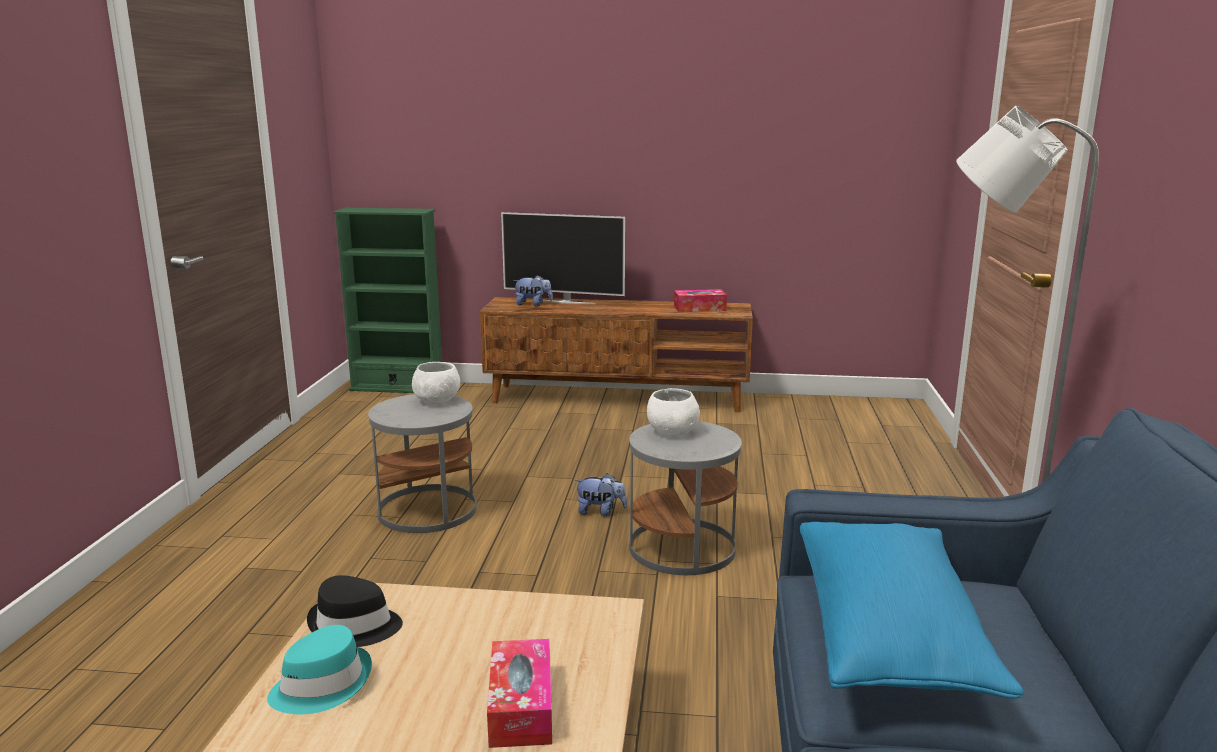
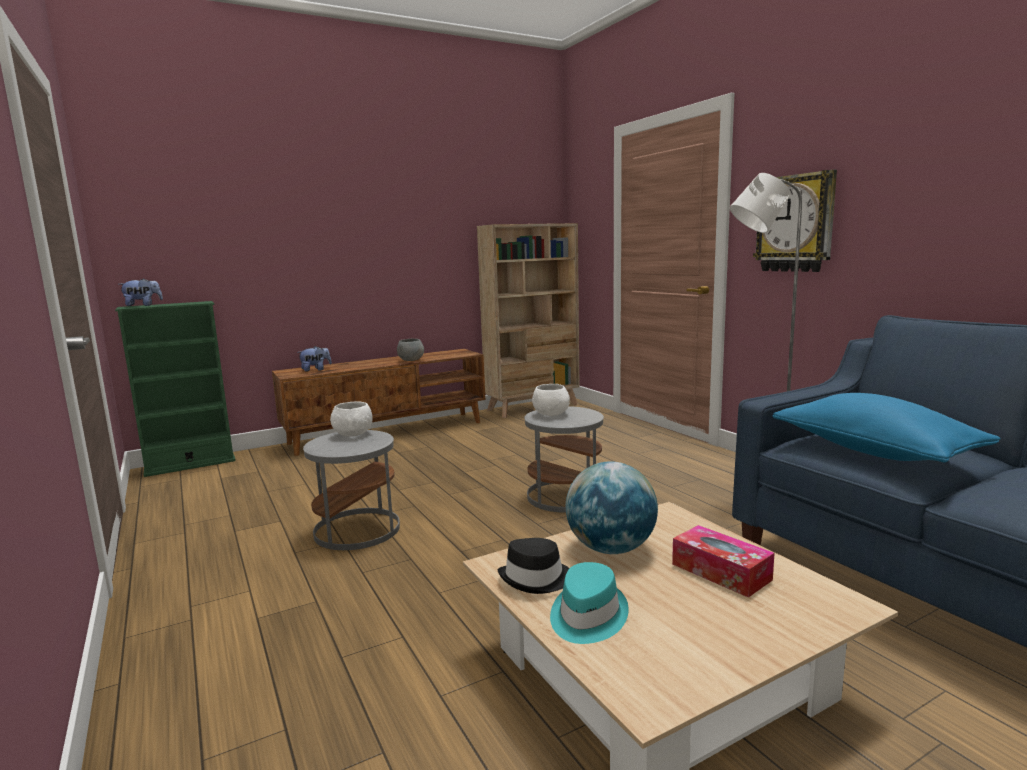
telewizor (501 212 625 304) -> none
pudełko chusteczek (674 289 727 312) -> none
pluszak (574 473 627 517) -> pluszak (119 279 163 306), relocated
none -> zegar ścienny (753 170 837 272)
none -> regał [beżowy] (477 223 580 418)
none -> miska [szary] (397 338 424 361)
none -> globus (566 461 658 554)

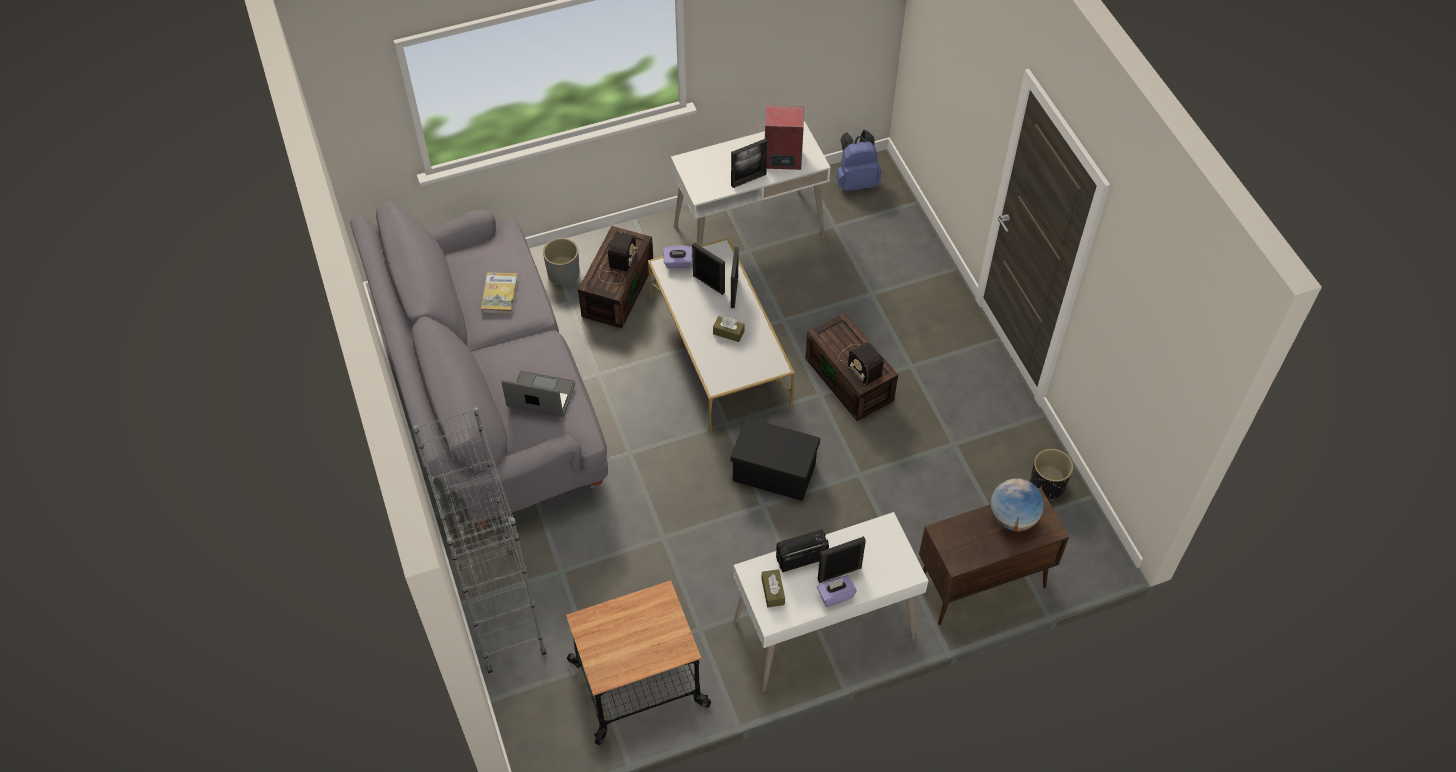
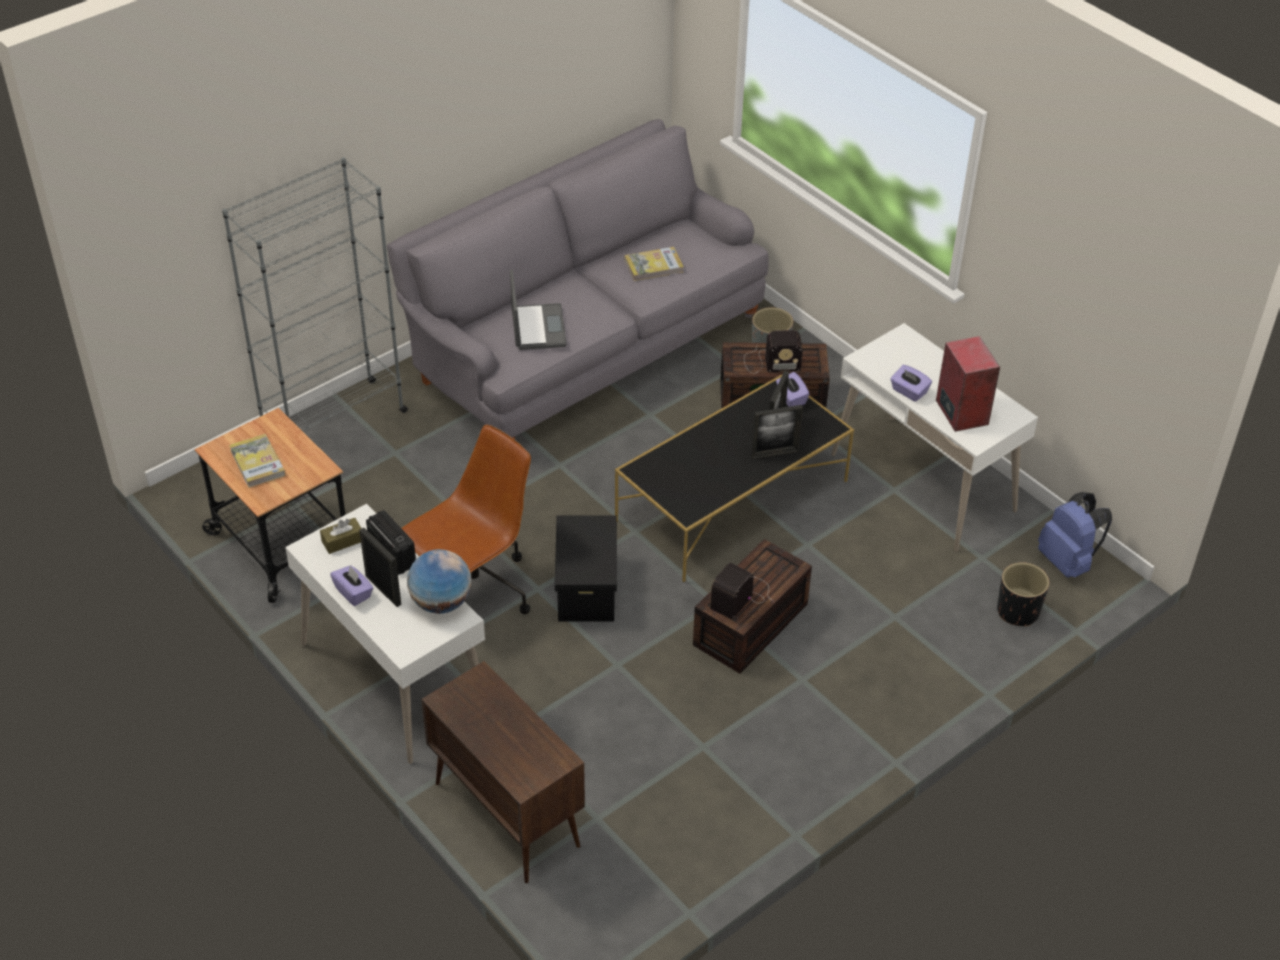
ramka na zdjęcie (731 138 767 188) -> pudełko chusteczek [fioletowy] (890 365 932 402)
ława [biały] (648 238 795 433) -> ława [czarny] (615 374 854 582)
pudełko chusteczek [brązowy] (713 316 745 342) -> none
donica [czarny] (1030 449 1073 500) -> donica [czarny] (997 562 1049 626), relocated
globus (990 478 1044 531) -> globus (407 549 472 614), relocated
none -> krzesło biurowe [brązowy] (401 424 531 614)
none -> książka (229 434 286 488)

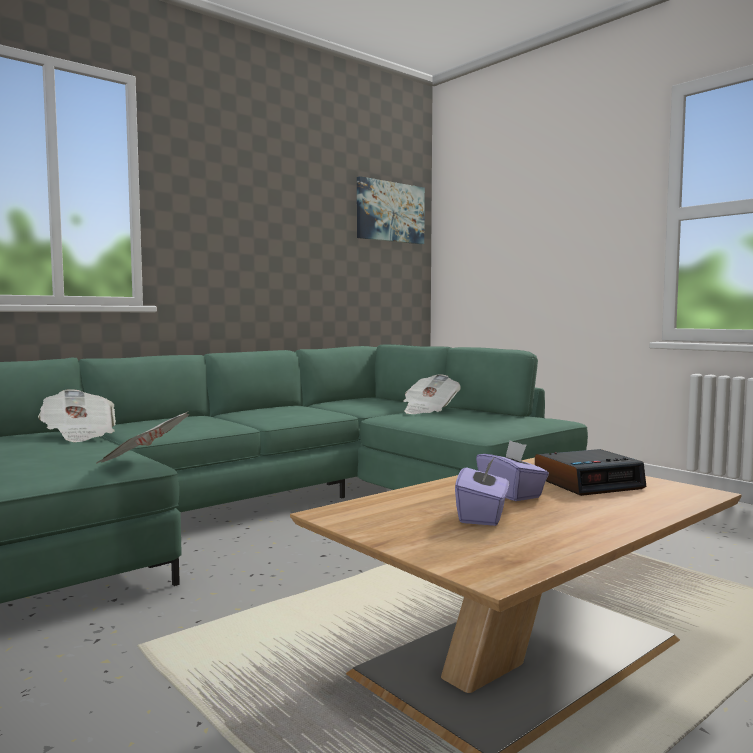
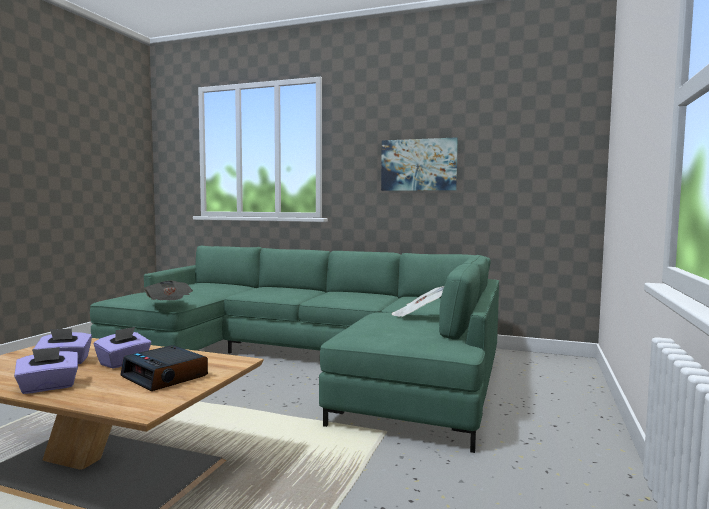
obraz (357 176 425 244) -> obraz (381 137 458 191), relocated
gazeta (38 389 116 442) -> none
none -> pudełko chusteczek [fioletowy] (14 347 78 394)

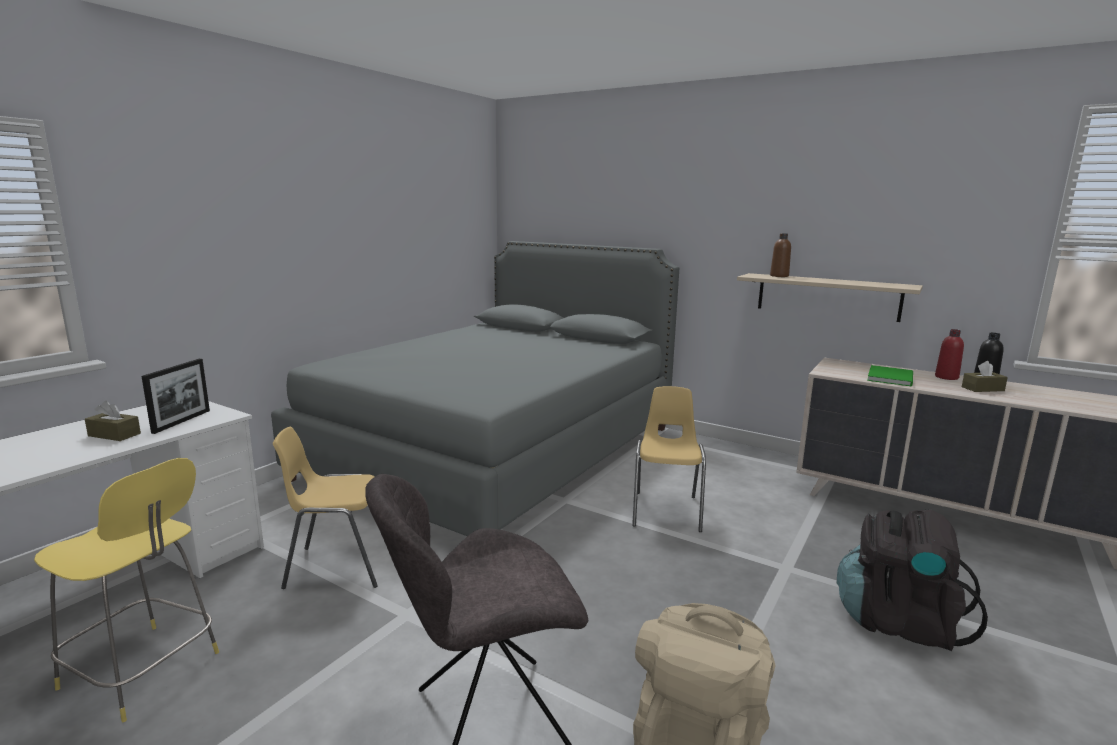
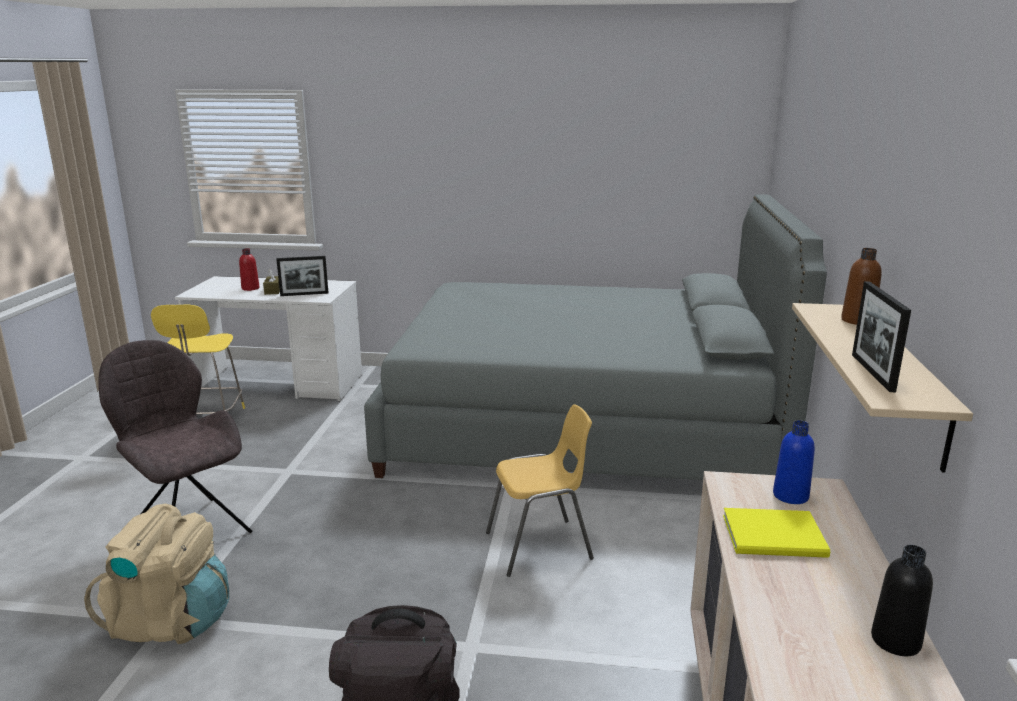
butelka [czerwony] (935 329 964 380) -> butelka [czerwony] (239 248 260 291), relocated
pudełko chusteczek [brązowy] (962 361 1008 392) -> none
książka [zielony] (867 365 913 386) -> książka [żółty] (723 508 830 558)
krzesło [żółty] (273 427 378 589) -> none
none -> ramka na zdjęcie (852 281 911 392)
none -> butelka [niebieski] (773 420 815 504)

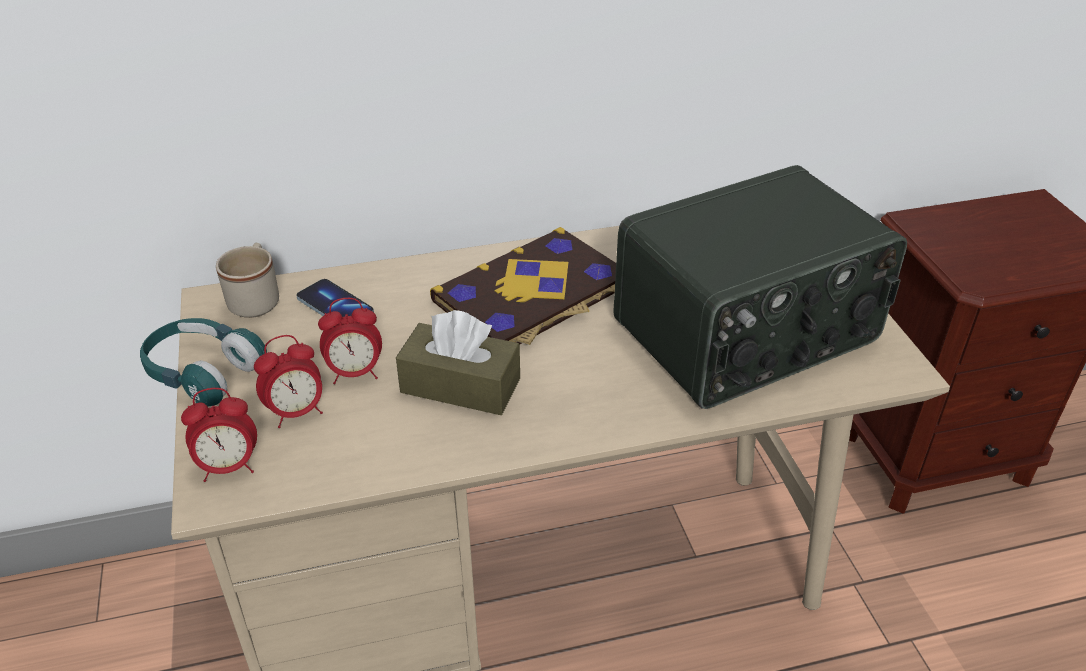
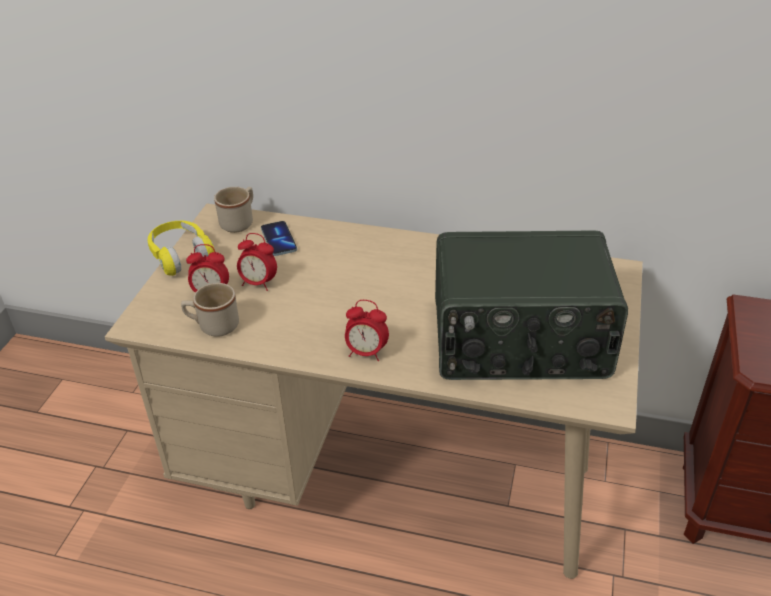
książka (430 227 616 345) -> none
pudełko chusteczek [brązowy] (396 310 520 415) -> none
słuchawki [turkusowy] (140 318 267 407) -> słuchawki [żółty] (147 221 215 276)
budzik (181 388 257 482) -> budzik (345 300 389 361), relocated
none -> kubek [beżowy] (181 283 239 337)

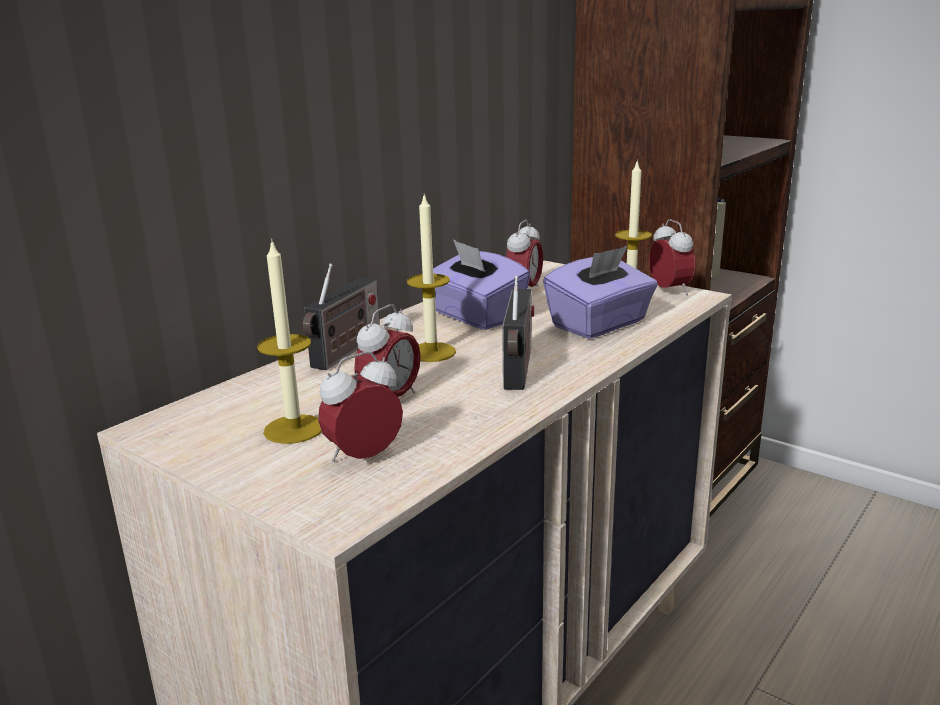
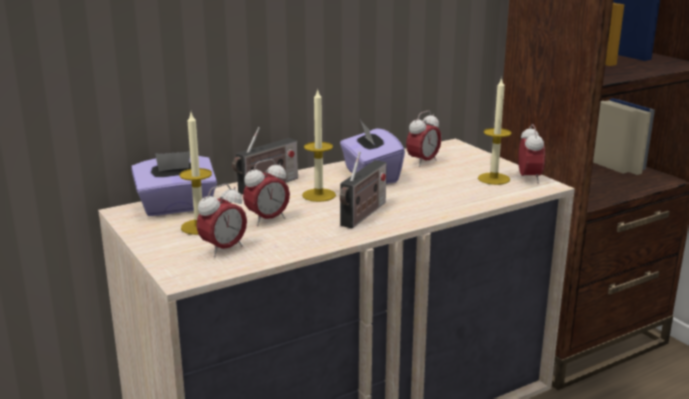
pudełko chusteczek [fioletowy] (543 246 658 339) -> pudełko chusteczek [fioletowy] (131 151 217 216), relocated
budzik (318 352 403 462) -> budzik (196 184 247 257), 150 degrees clockwise

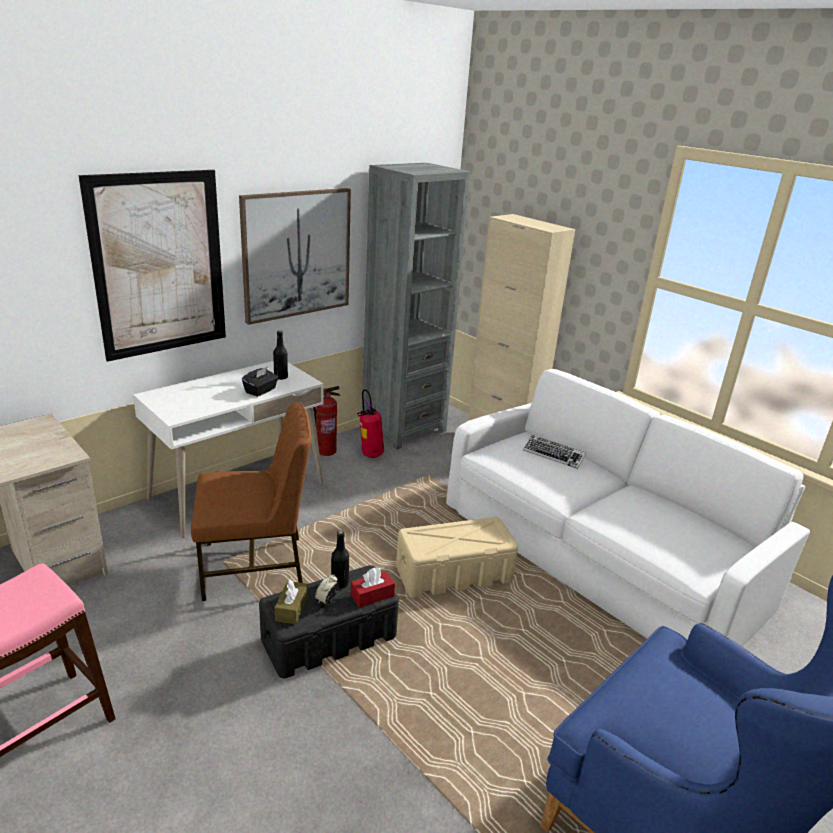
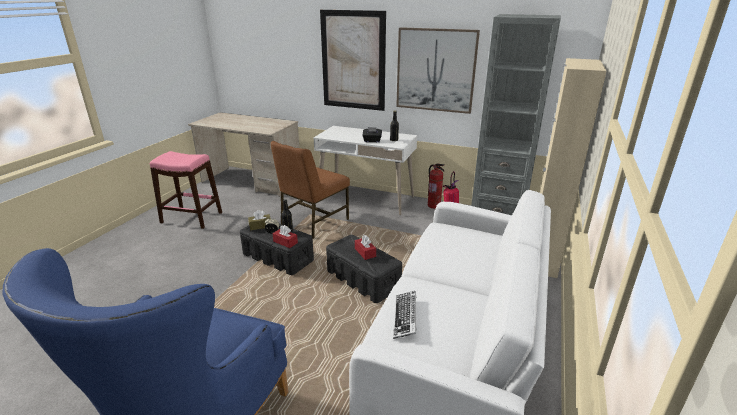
krzesło [brązowy] (191 402 312 601) -> krzesło [brązowy] (271 141 350 239), 75 degrees clockwise
klawiatura (523 435 586 469) -> klawiatura (393 291 417 339), relocated
pojemnik do przechowywania [beżowy] (396 517 518 598) -> pojemnik do przechowywania [czarny] (326 235 402 303)
none -> pudełko chusteczek [czerwony] (355 235 376 260)

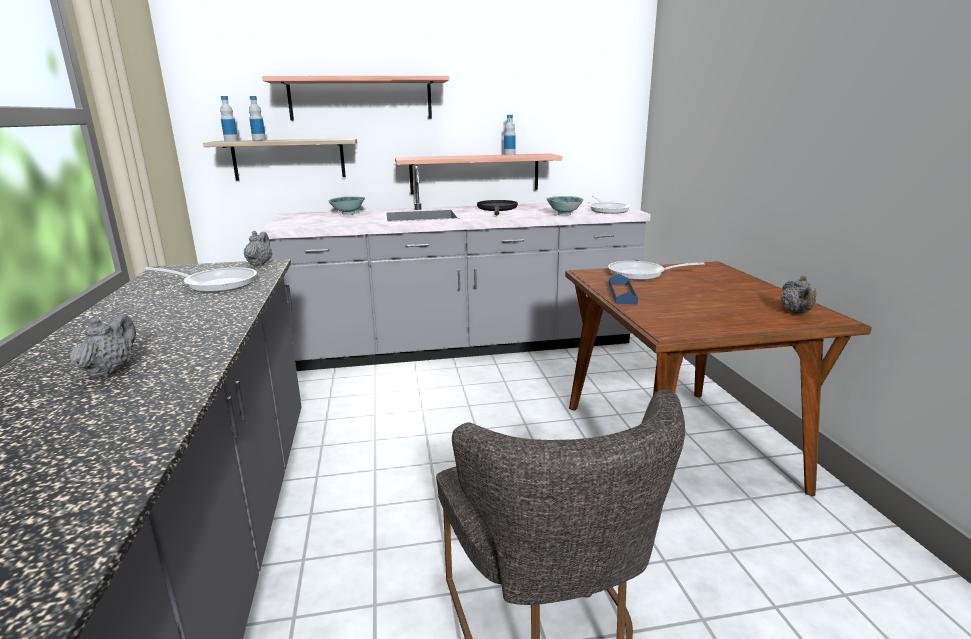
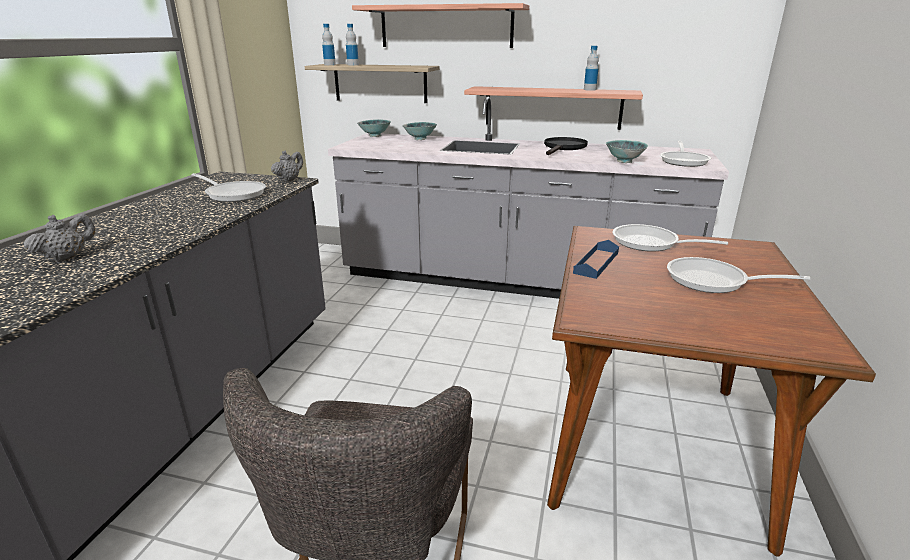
imbryk [szary] (781 275 817 314) -> none
none -> miska (357 119 391 137)
none -> patelnia (667 257 810 293)

